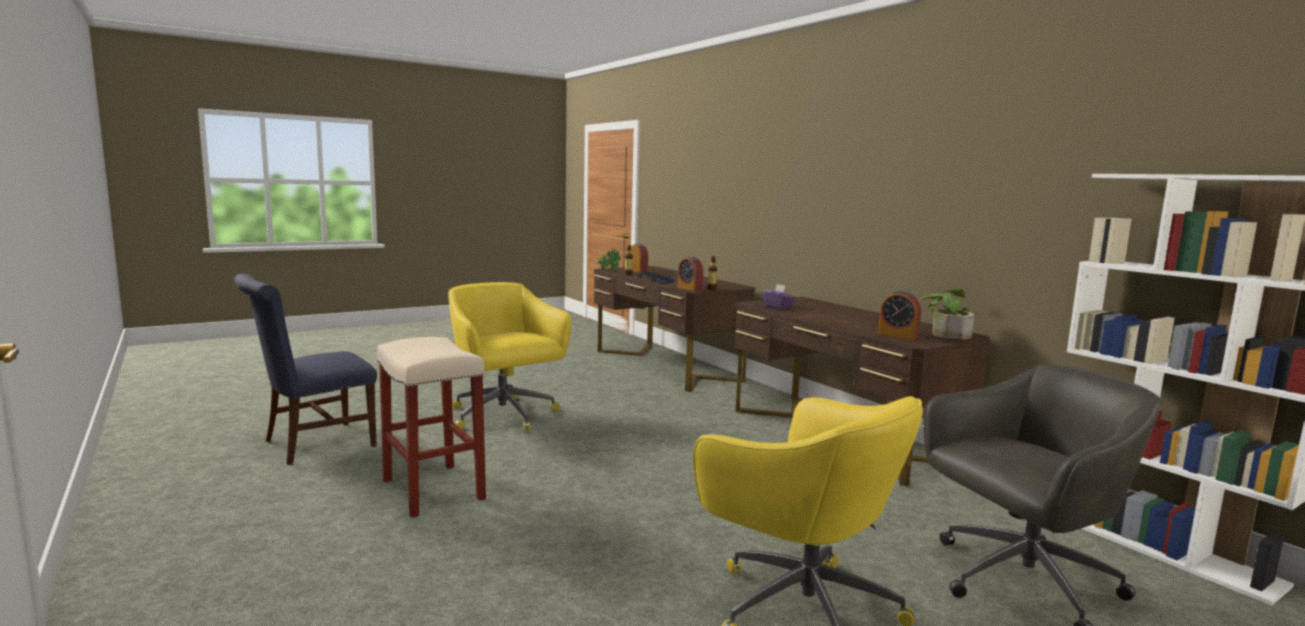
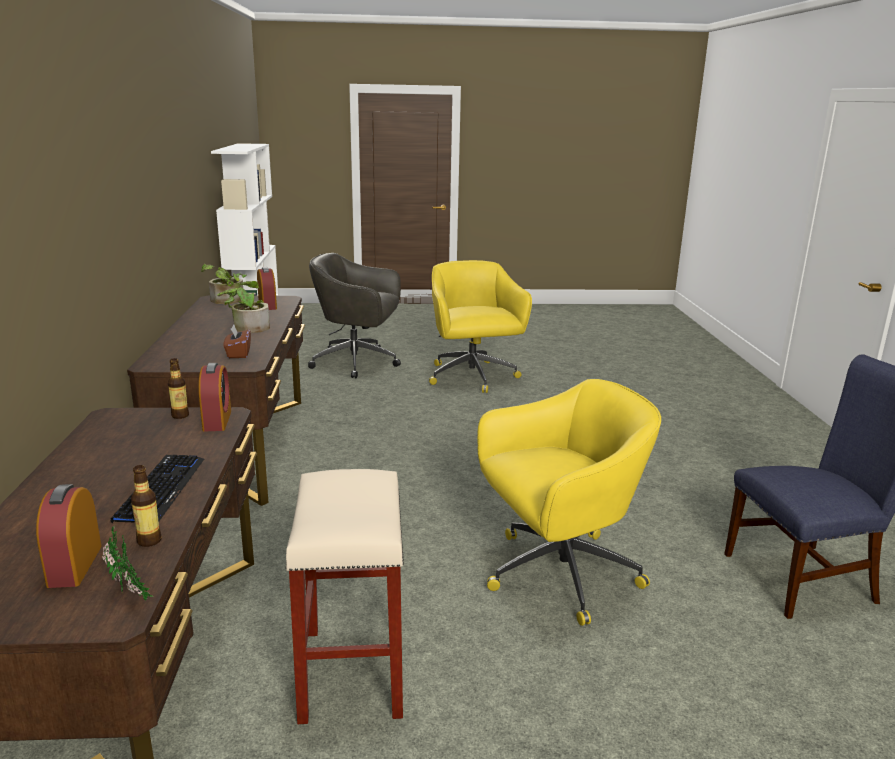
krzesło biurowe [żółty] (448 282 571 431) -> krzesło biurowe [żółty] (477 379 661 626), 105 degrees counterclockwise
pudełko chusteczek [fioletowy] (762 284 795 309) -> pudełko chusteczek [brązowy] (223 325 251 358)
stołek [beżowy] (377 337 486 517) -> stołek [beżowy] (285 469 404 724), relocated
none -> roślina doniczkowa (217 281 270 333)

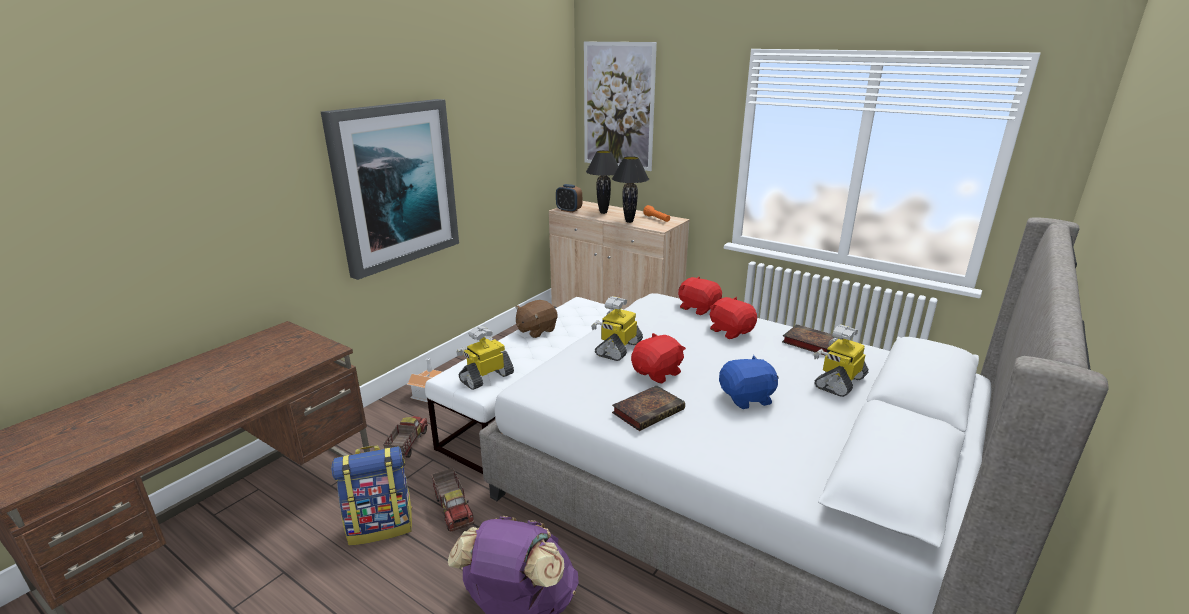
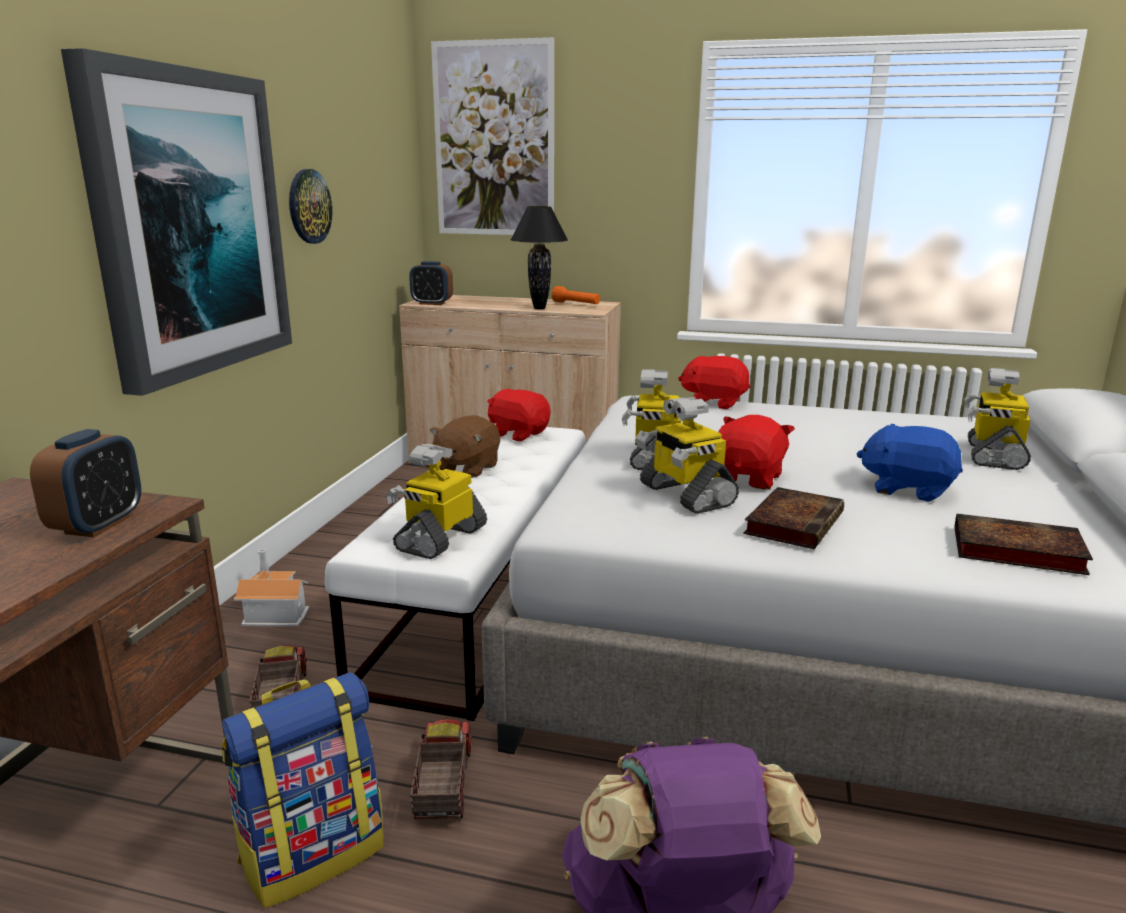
lampa stołowa [czarny] (586 150 618 214) -> none
pluszak [czerwony] (710 297 757 339) -> pluszak [czerwony] (487 389 551 441), relocated
książka (782 324 844 356) -> książka (954 513 1093 575), relocated
pluszak [niebieski] (719 355 779 409) -> pluszak [niebieski] (857 424 963 502), 120 degrees counterclockwise
ciężarówka zabawkowa (431 468 474 532) -> ciężarówka zabawkowa (410 719 472 819), 135 degrees counterclockwise
none -> zegar ścienny (289 169 332 244)
none -> robot zabawkowy (636 397 739 514)
none -> budzik (30 429 141 537)

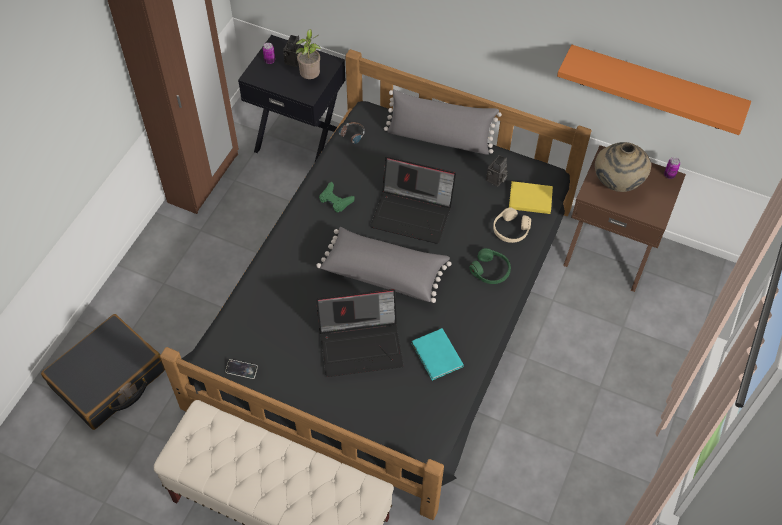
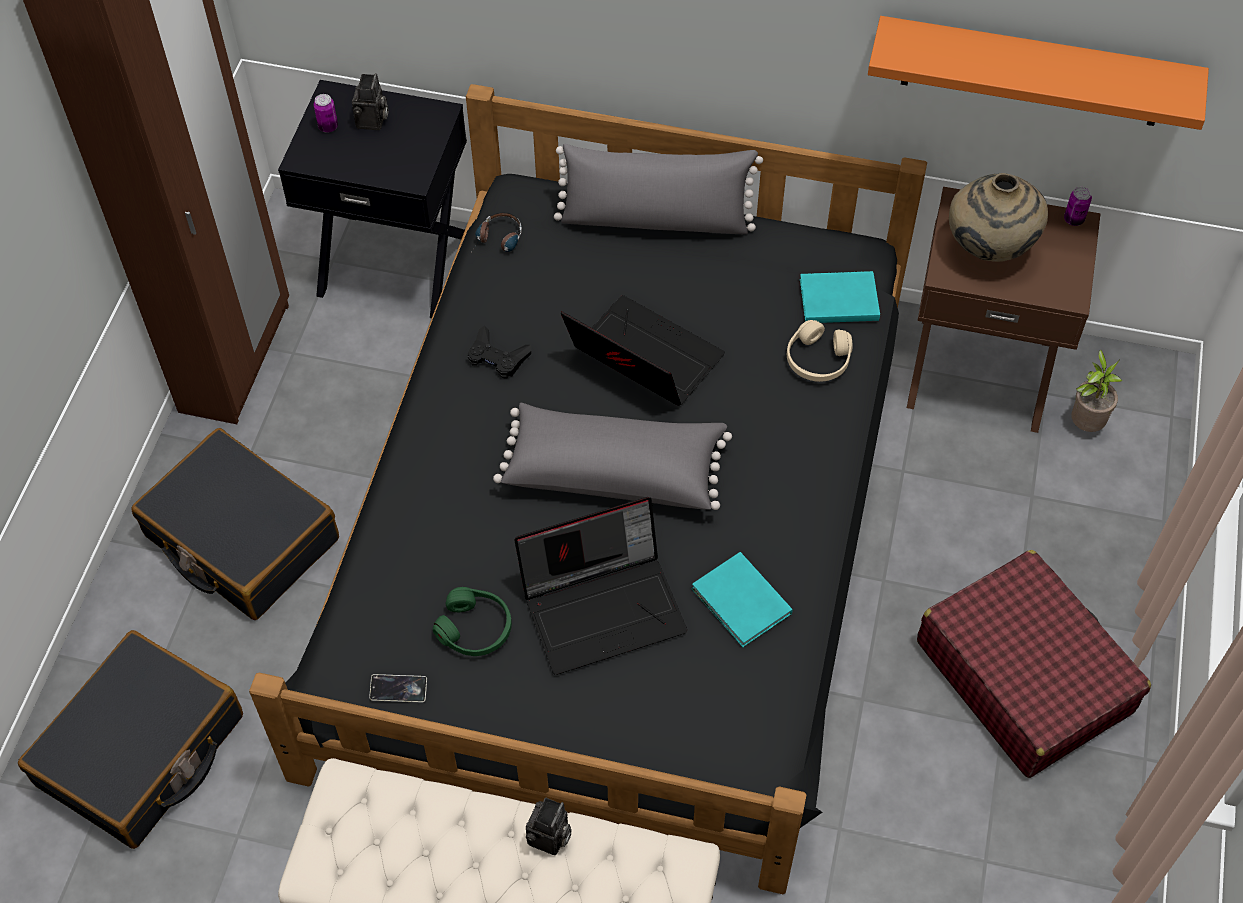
roślina doniczkowa (296 29 321 79) -> roślina doniczkowa (1071 350 1122 432), relocated
aparat fotograficzny (486 155 508 187) -> aparat fotograficzny (526 798 572 855), relocated
laptop (370 157 456 244) -> laptop (561 295 725 406), 150 degrees counterclockwise
książka [żółty] (509 181 553 214) -> książka [turkusowy] (800 271 880 323)
pad do gier [zielony] (319 182 355 212) -> pad do gier [czarny] (468 326 531 379)
słuchawki [zielony] (469 248 511 284) -> słuchawki [zielony] (433 587 512 656), relocated
none -> walizka [czarny] (131 428 339 620)
none -> walizka [czerwony] (917 550 1151 778)

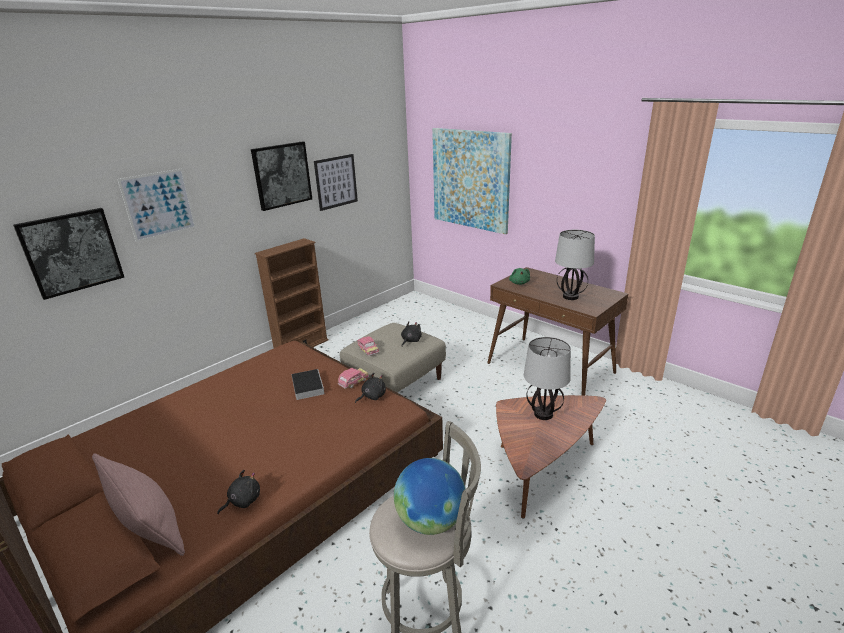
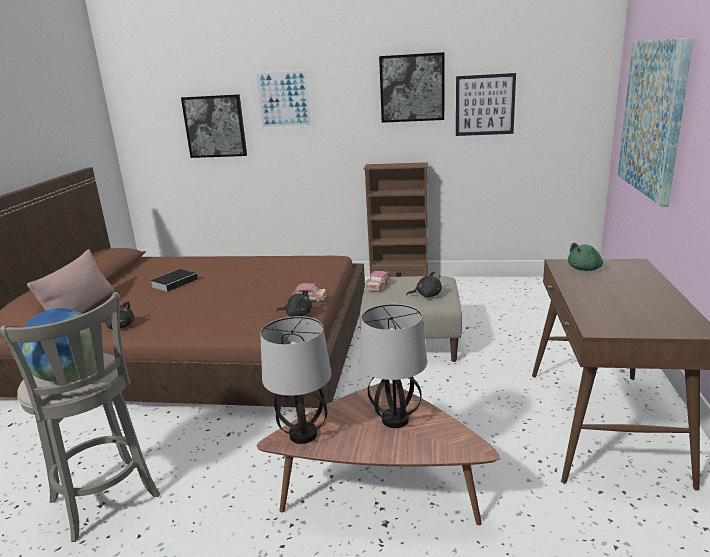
lampa stołowa (555 230 595 300) -> lampa stołowa (260 316 332 444), relocated
książka (292 369 325 400) -> książka (150 269 201 292), relocated

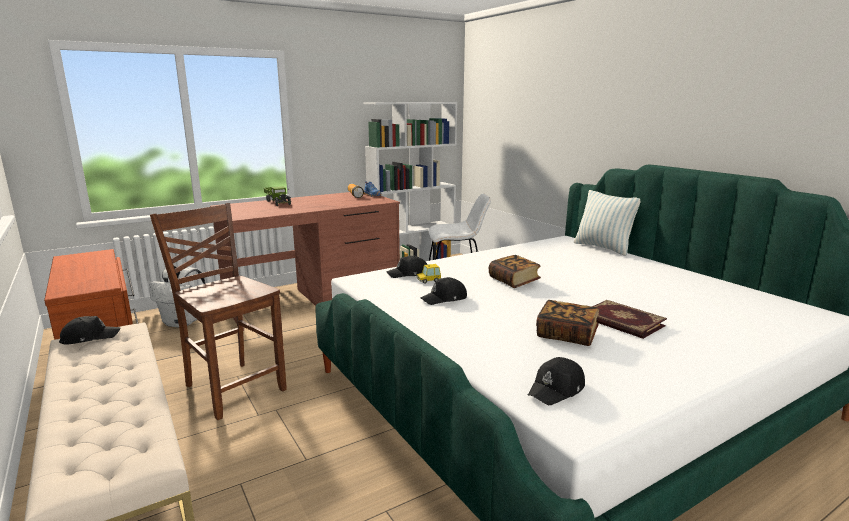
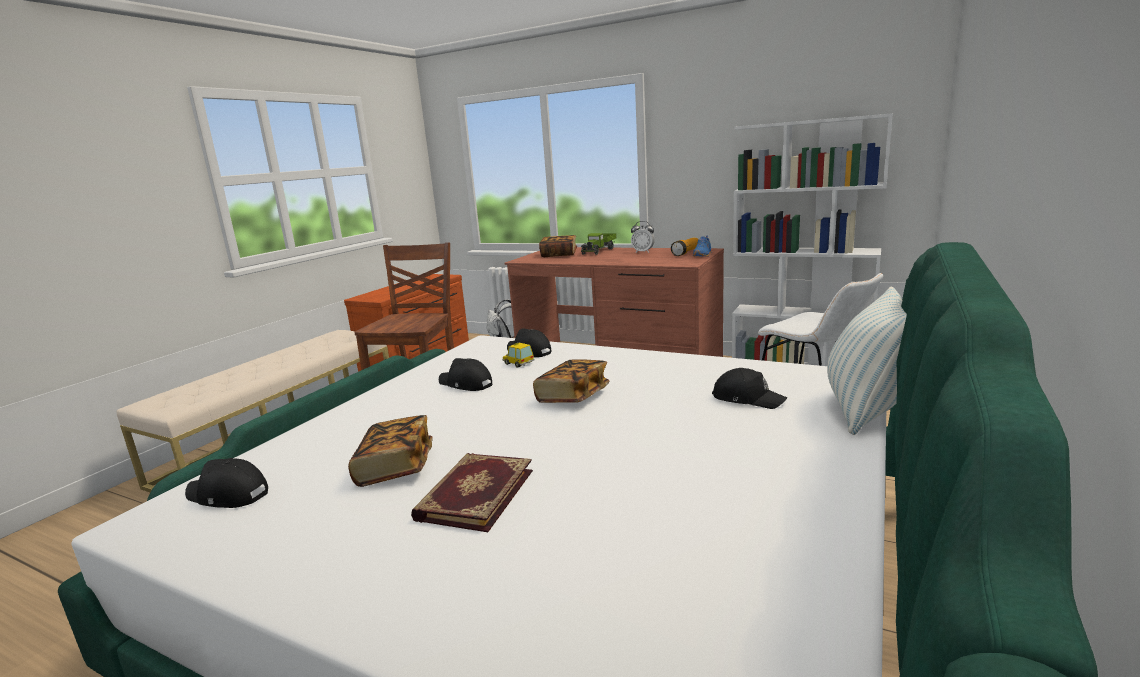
czapka z daszkiem [czarny] (59 316 121 345) -> czapka z daszkiem [czarny] (712 368 787 409), relocated
none -> budzik (631 221 655 253)
none -> książka (539 235 577 257)

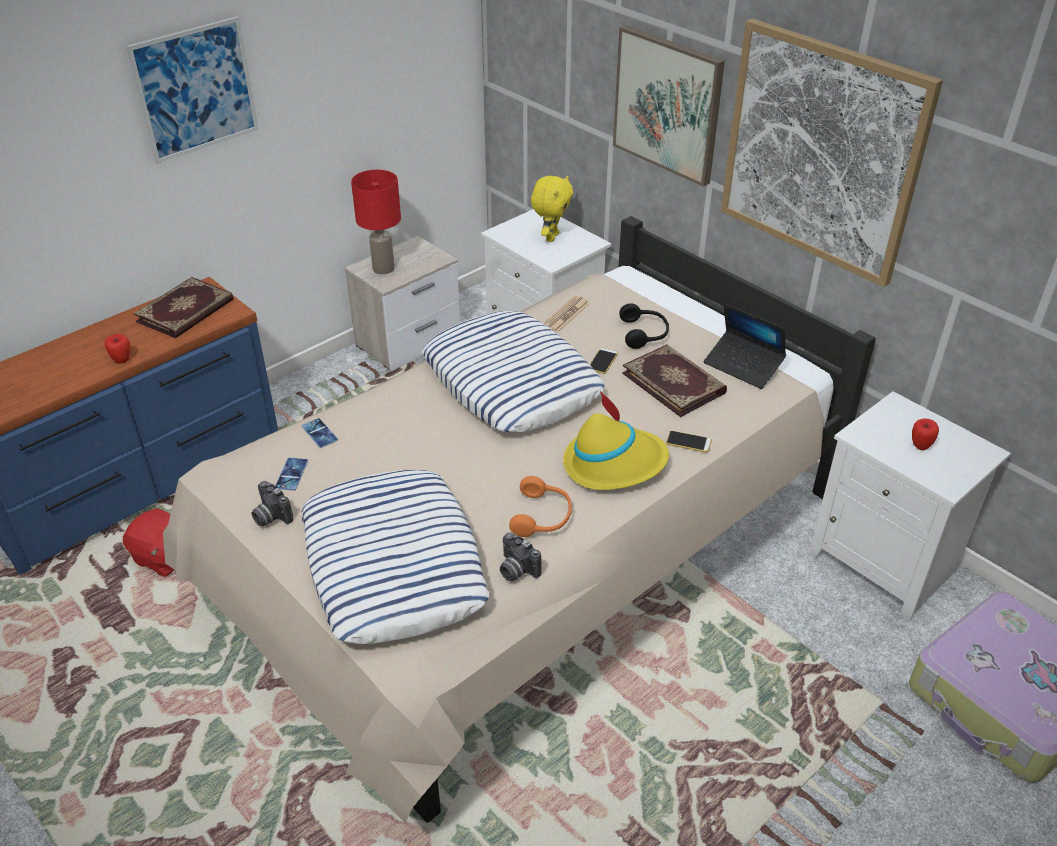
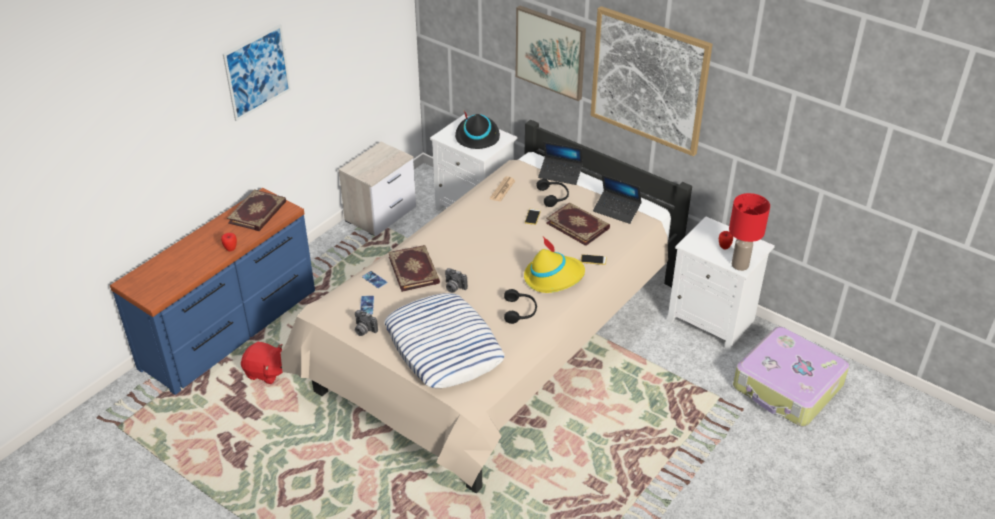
lampa stołowa [czerwony] (351 170 401 274) -> lampa stołowa [czerwony] (729 193 770 271), relocated
pluszak [żółty] (531 176 573 242) -> kapelusz [czarny] (455 111 500 149)
poduszka (422 311 605 433) -> none
słuchawki [pomarańczowy] (509 476 572 537) -> słuchawki [czarny] (504 289 537 324)
aparat fotograficzny (500 532 542 581) -> aparat fotograficzny (445 268 468 293), relocated
none -> laptop (538 142 583 185)
none -> książka (388 245 440 292)

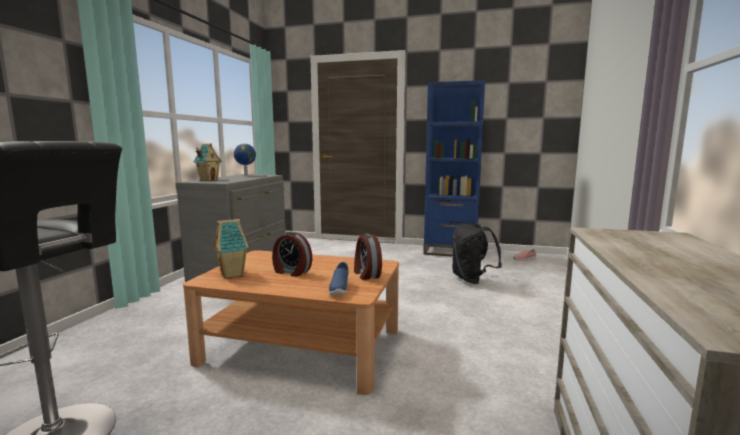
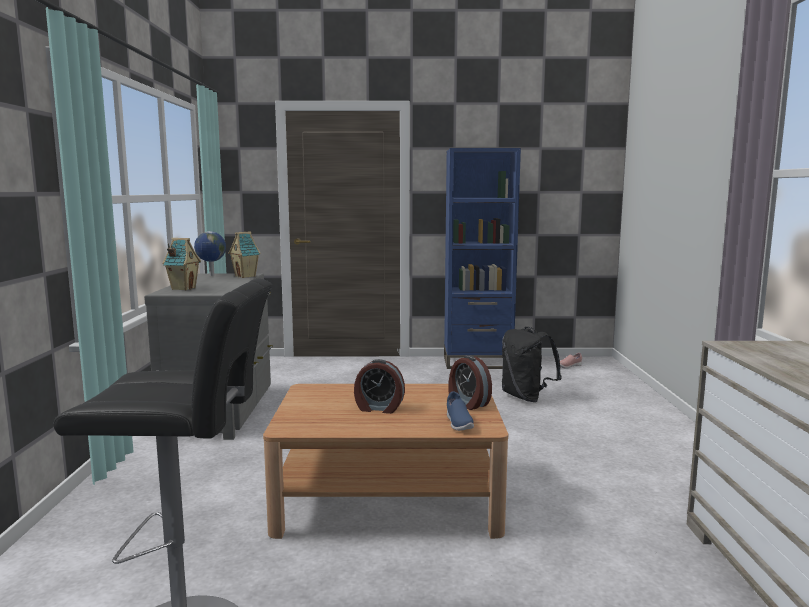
domek (213 219 249 278) -> domek (228 231 261 278), relocated

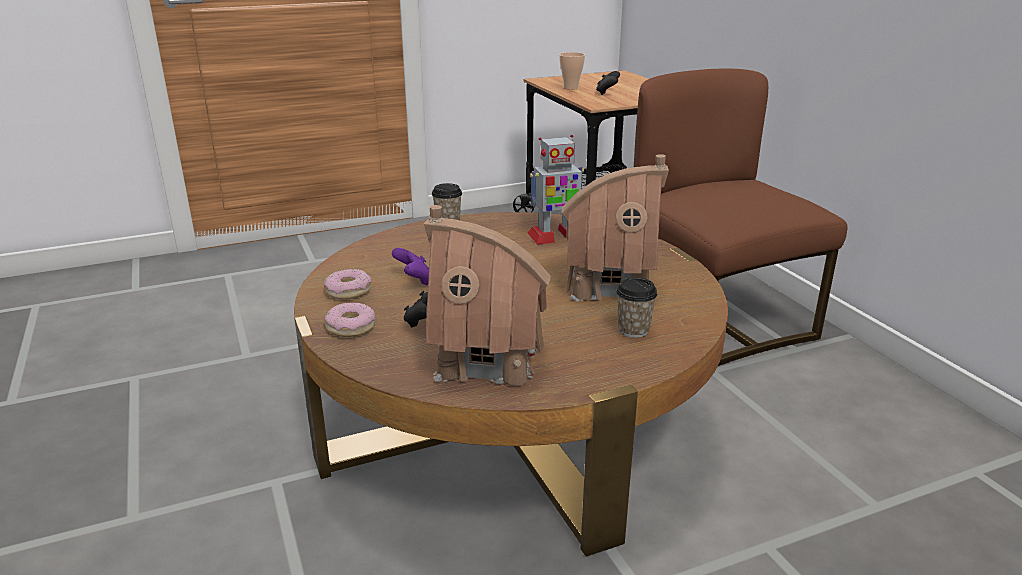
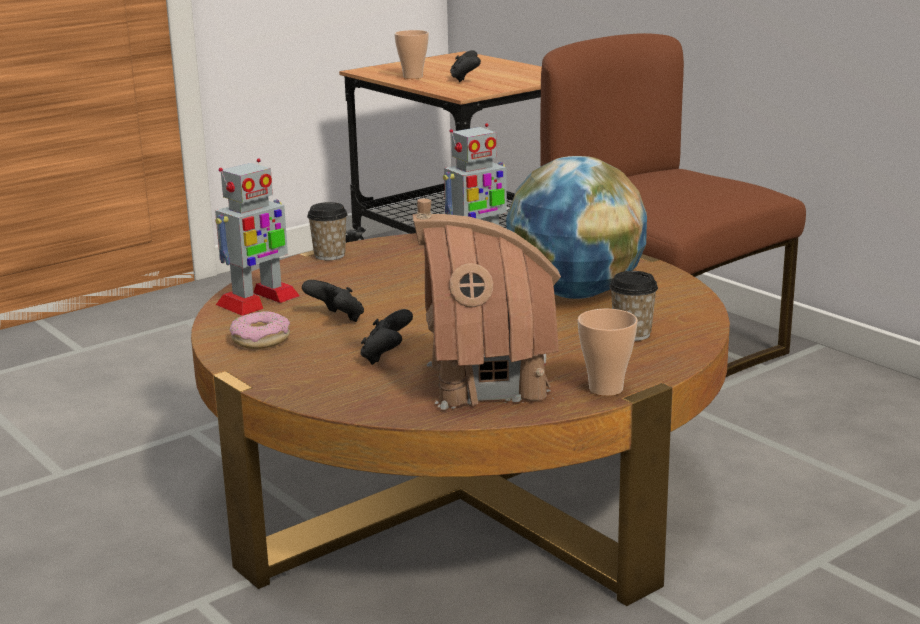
domek (562 154 669 301) -> globus (506 156 647 299)
pad do gier [fioletowy] (392 248 429 285) -> pad do gier [czarny] (302 280 364 322)
donut (324 303 375 337) -> none
none -> robot zabawkowy (215 158 300 316)
none -> filiżanka (578 309 638 396)

